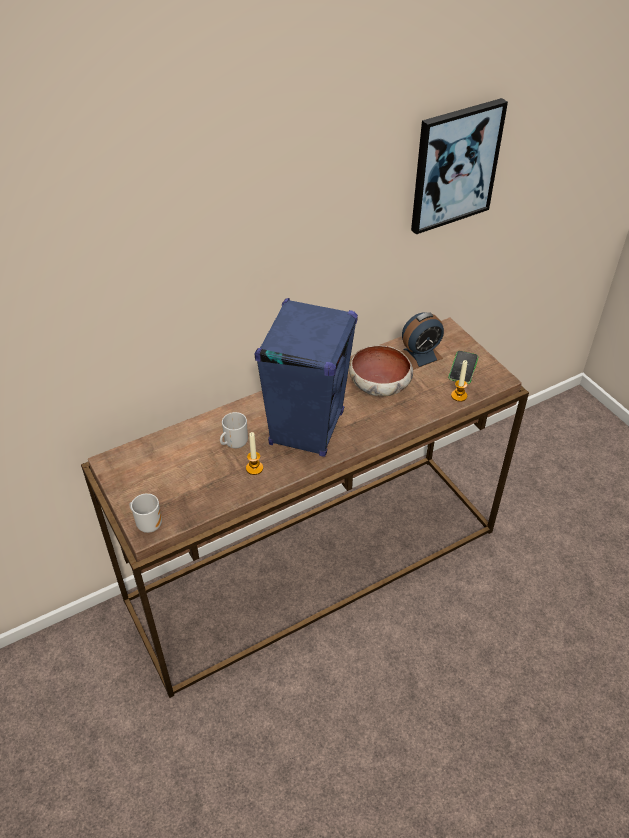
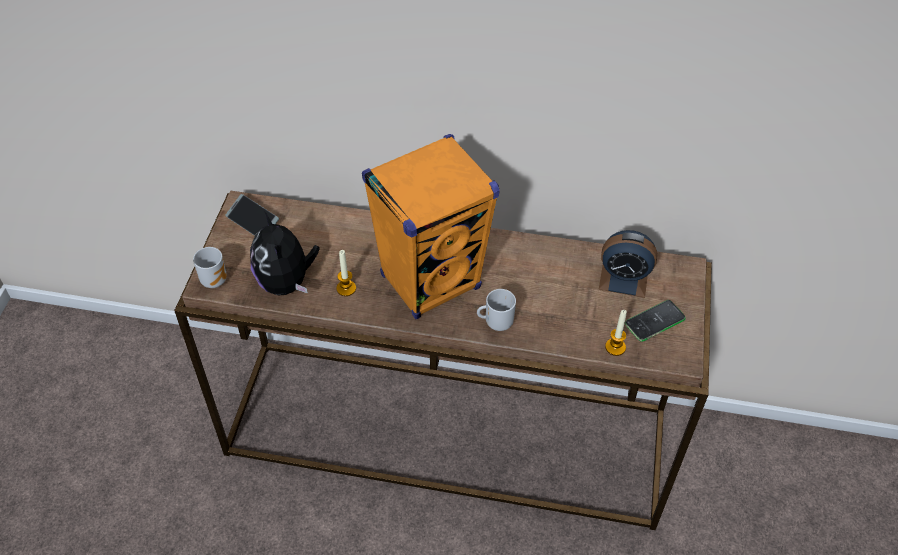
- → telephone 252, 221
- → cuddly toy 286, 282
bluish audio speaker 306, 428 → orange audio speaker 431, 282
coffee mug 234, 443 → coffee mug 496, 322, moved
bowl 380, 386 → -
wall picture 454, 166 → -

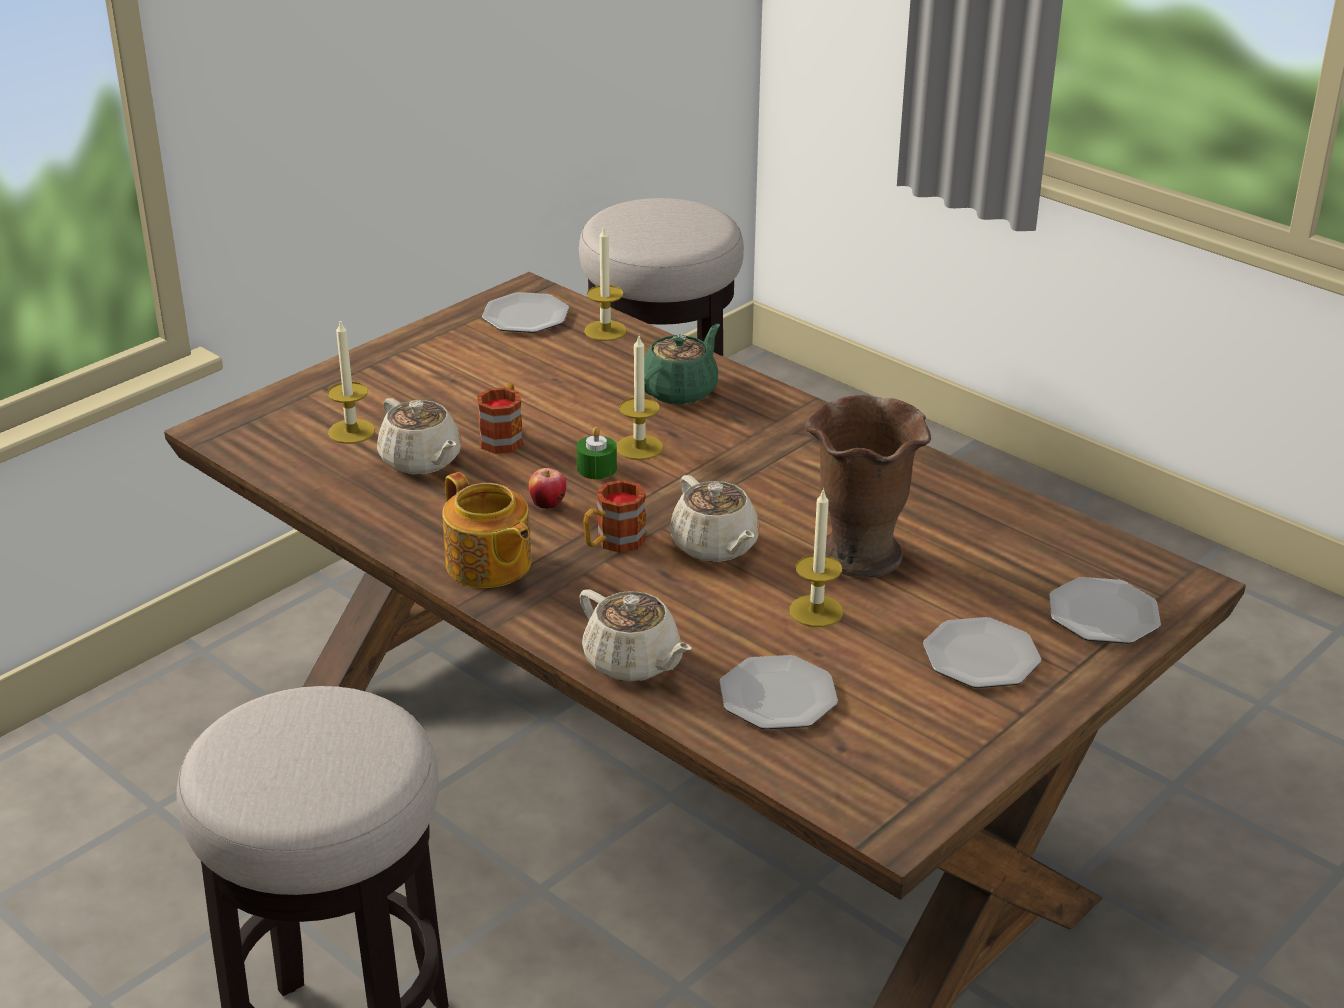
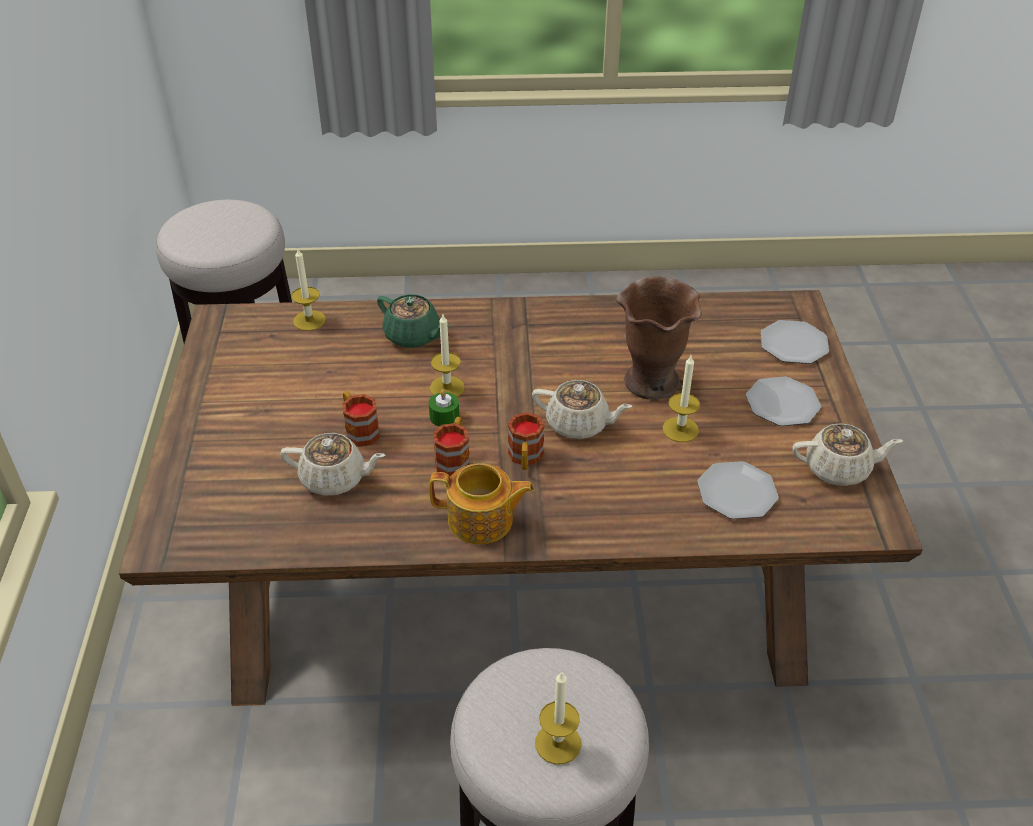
green-coloured teapot 680, 390 → green-coloured teapot 413, 336, 135 degrees clockwise
apple 548, 505 → coffee mug 454, 458
wax light 351, 431 → wax light 558, 743, moved
beige-coloured teapot 633, 662 → beige-coloured teapot 839, 469, moved
plate 525, 316 → -

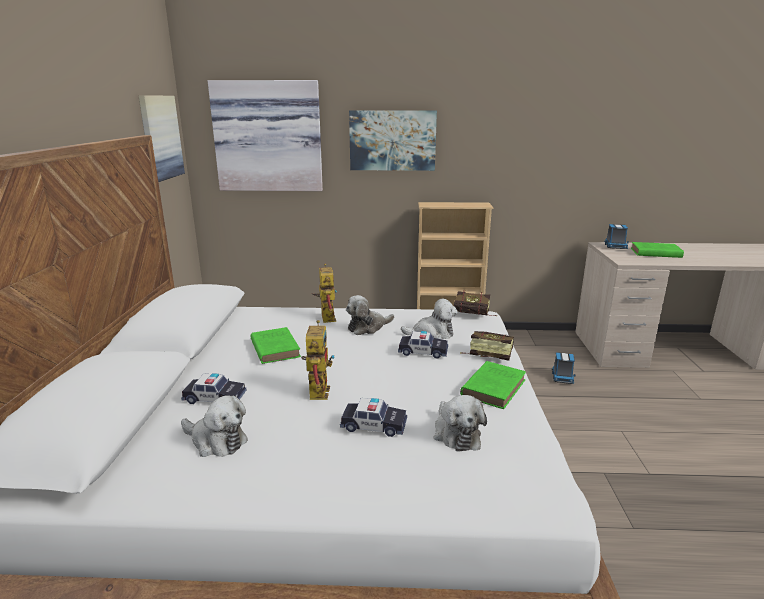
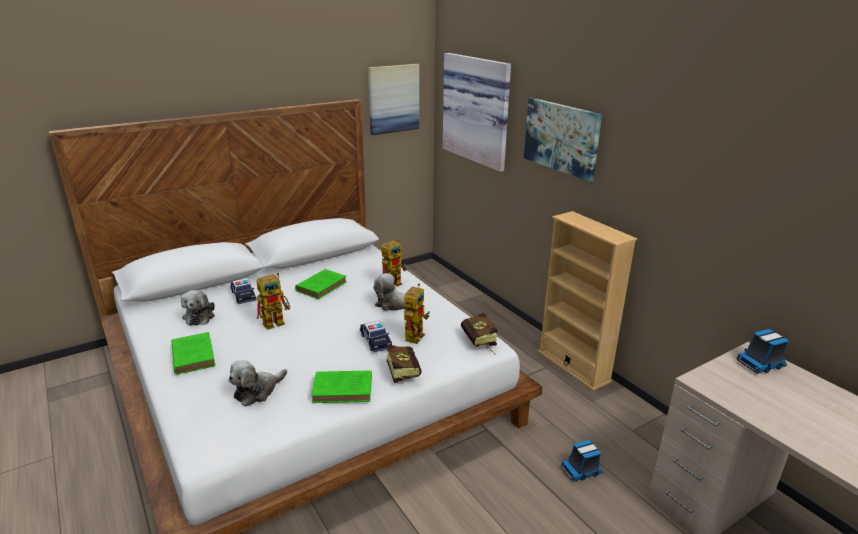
green-coloured volume 654, 253 → green-coloured volume 193, 355, moved
cuddly toy 432, 334 → robot figure 415, 334
miniature car 374, 425 → -

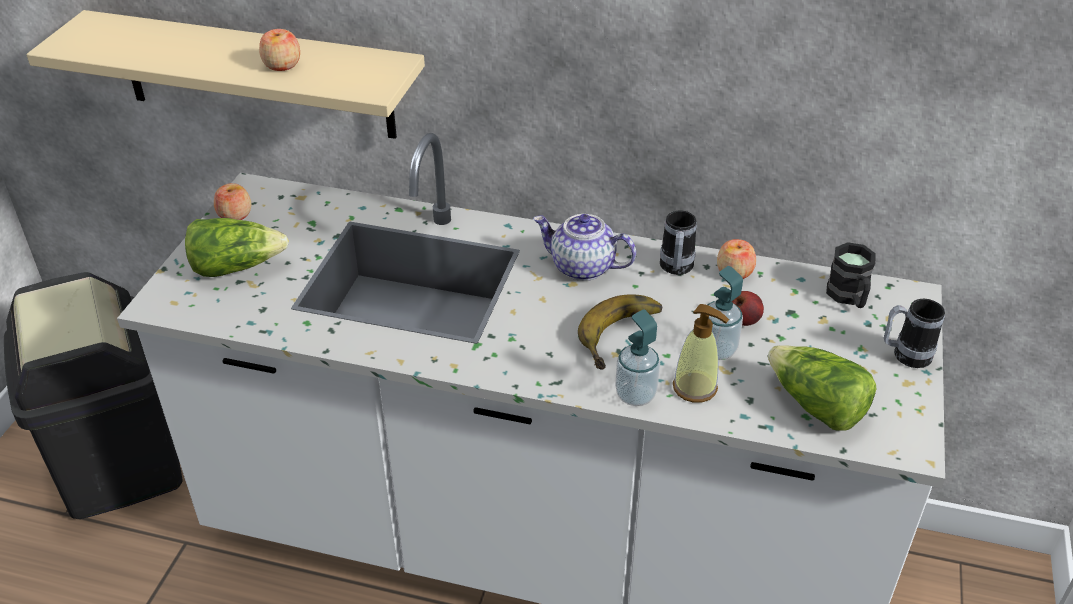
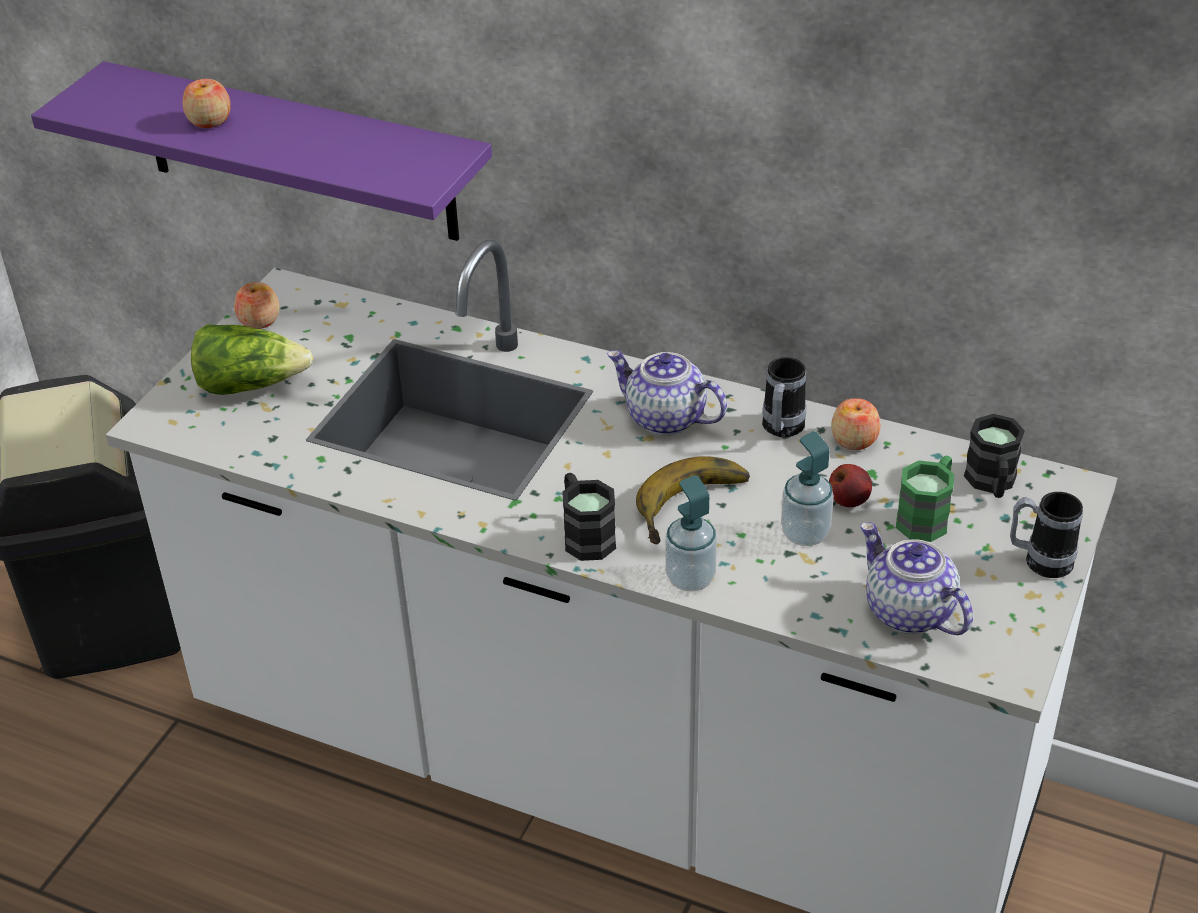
beige-coloured bracket shelf 256, 75 → purplish bracket shelf 297, 152
apple 282, 65 → apple 209, 121, moved
- → black coffee mug 585, 534
head of lettuce 816, 406 → teapot 907, 611
- → green-coloured coffee mug 927, 516
soap bottle 695, 388 → -

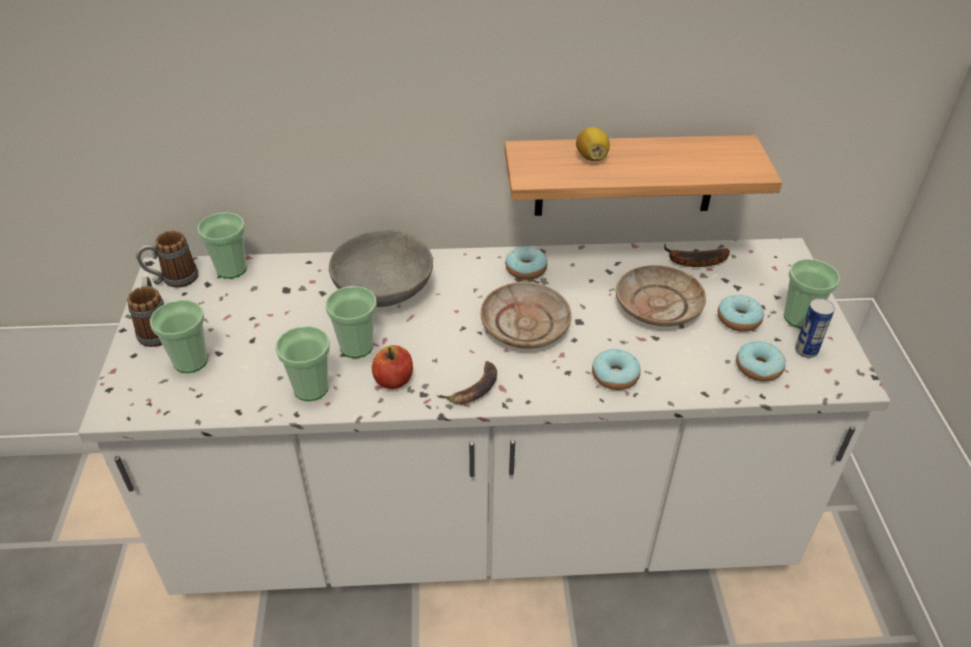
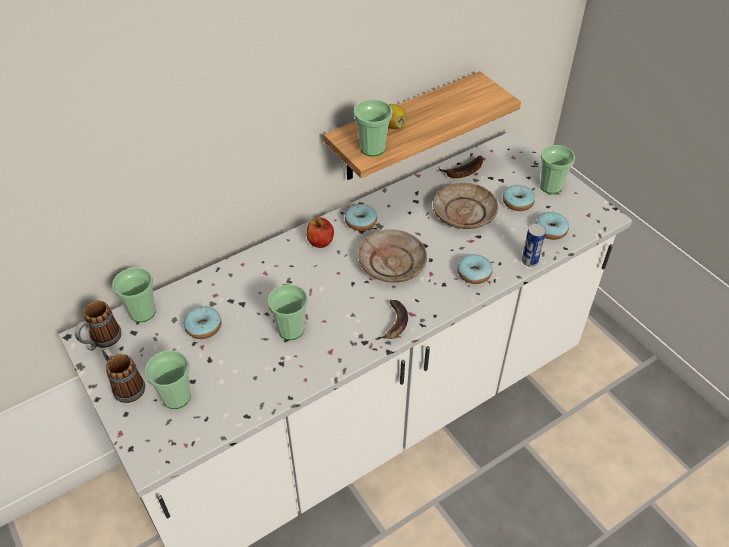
- → ring doughnut 203, 327
apple 394, 380 → apple 320, 242, moved
cup 311, 388 → cup 372, 148, moved
can 806, 350 → can 529, 261, moved
greyish bowl 383, 289 → -

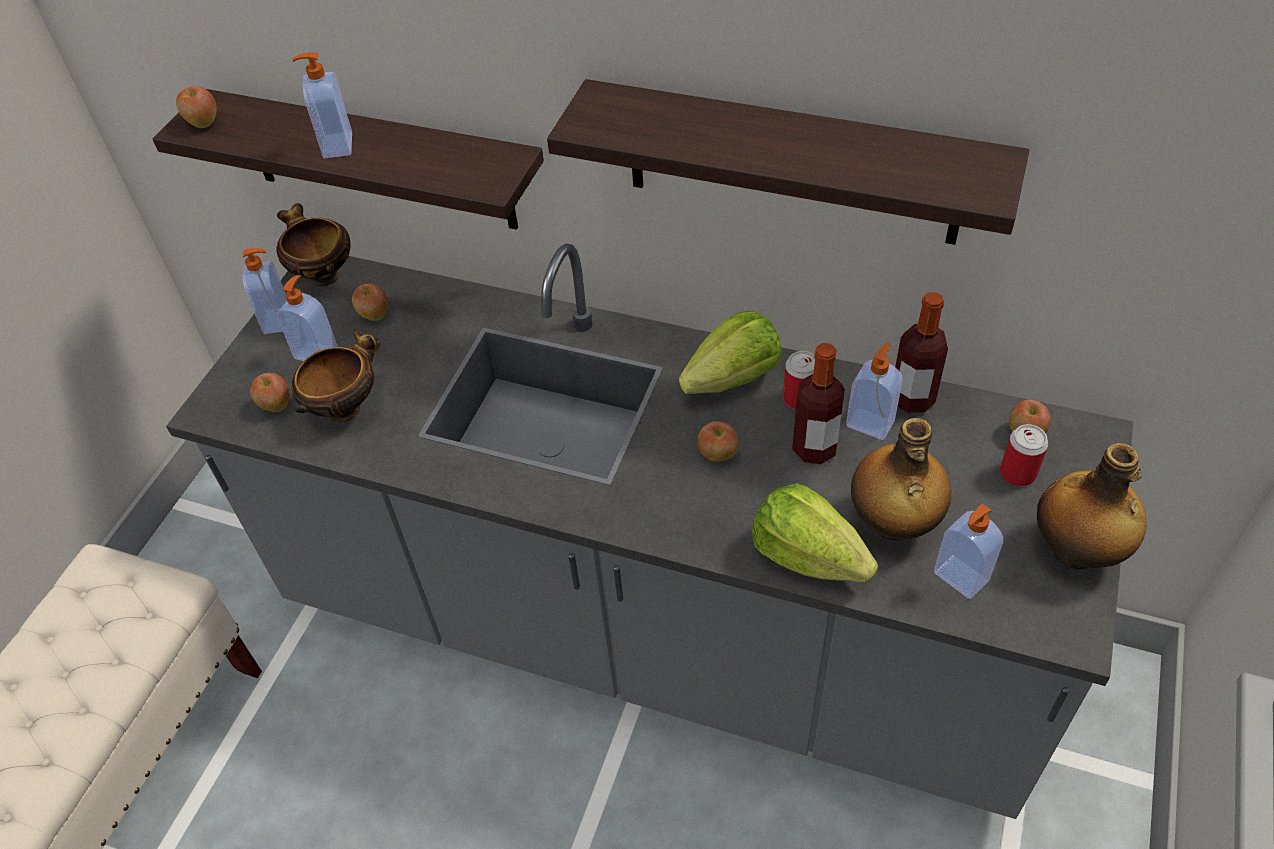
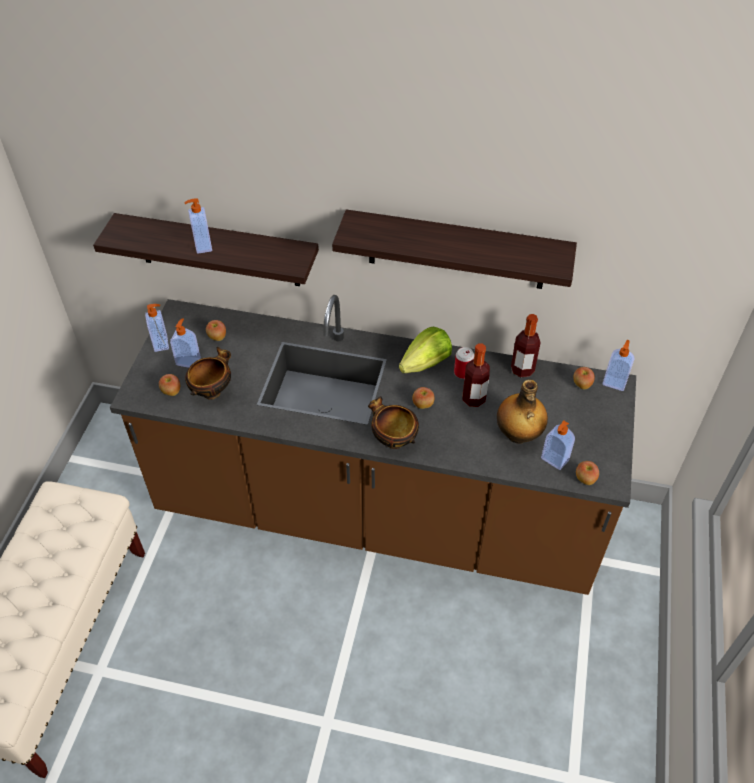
greyish counter 653, 632 → brownish counter 377, 513
bowl 322, 275 → bowl 392, 440, moved
apple 203, 123 → apple 585, 479, moved
soap bottle 870, 423 → soap bottle 614, 382, moved
head of lettuce 807, 556 → -
can 1017, 473 → -
drink bottle 1076, 551 → -

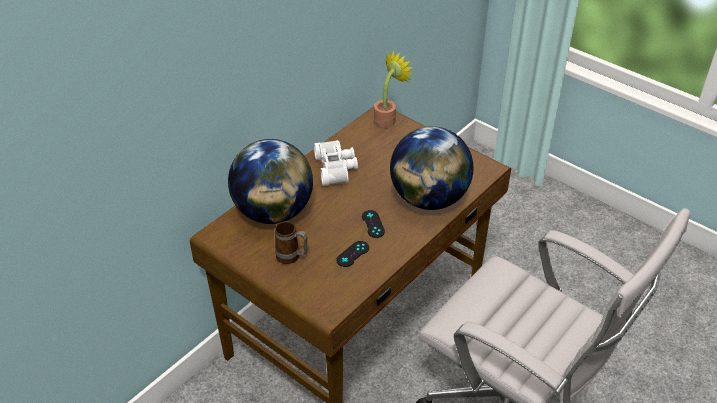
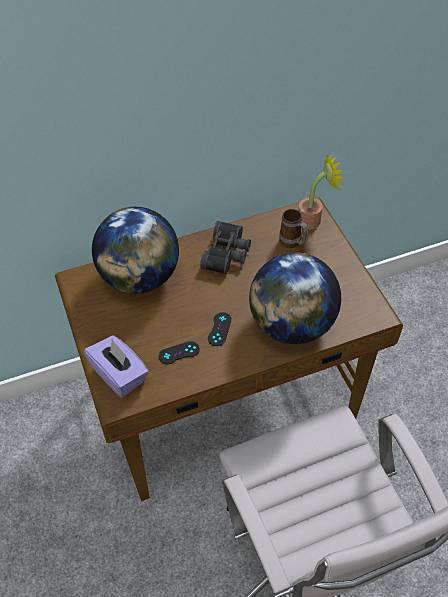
- → purplish tissue holder 119, 375
white pair of binoculars 337, 168 → black pair of binoculars 228, 254
coffee mug 292, 258 → coffee mug 293, 243, moved

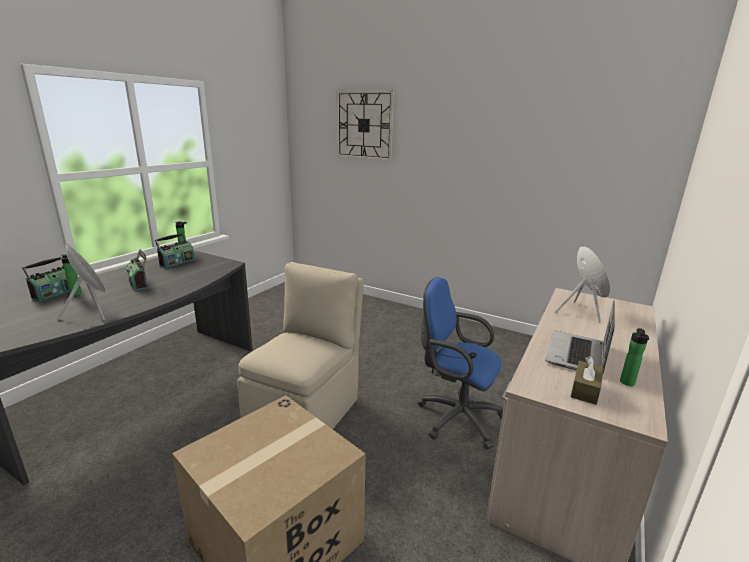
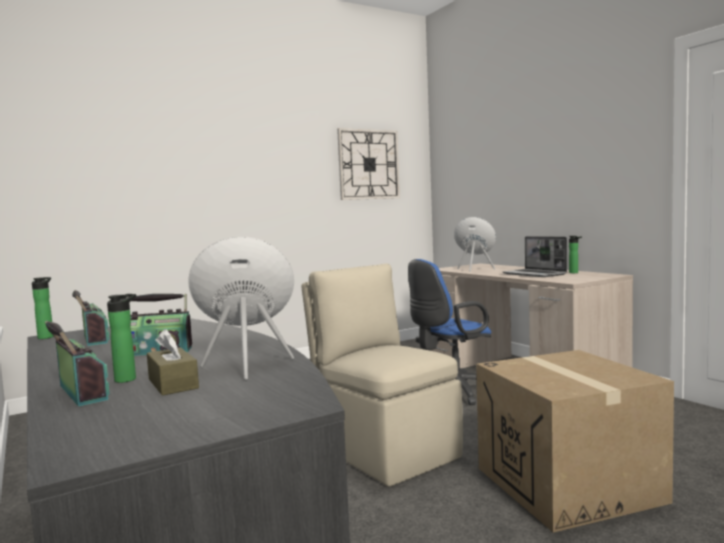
brownish tissue holder 585, 389 → brownish tissue holder 173, 384, moved
hanging clock 364, 125 → hanging clock 368, 164, moved

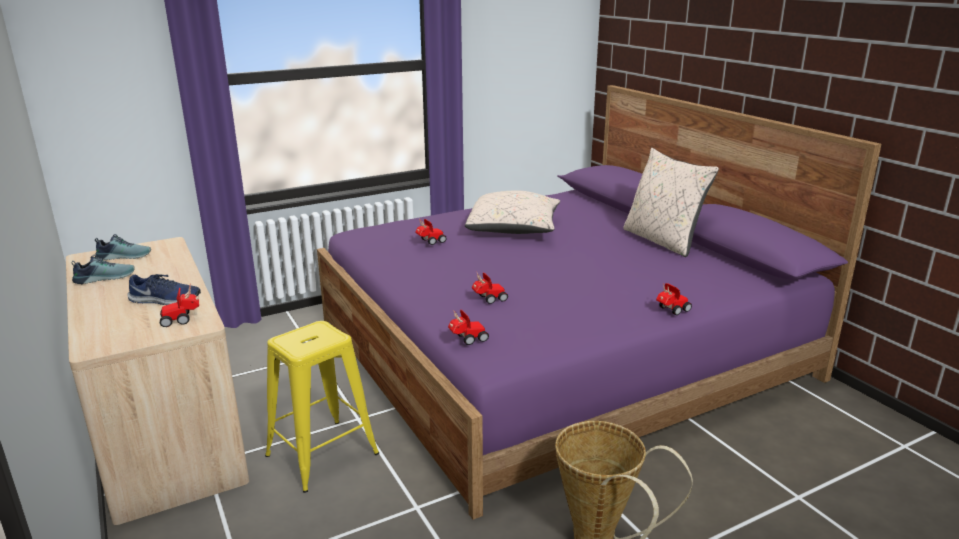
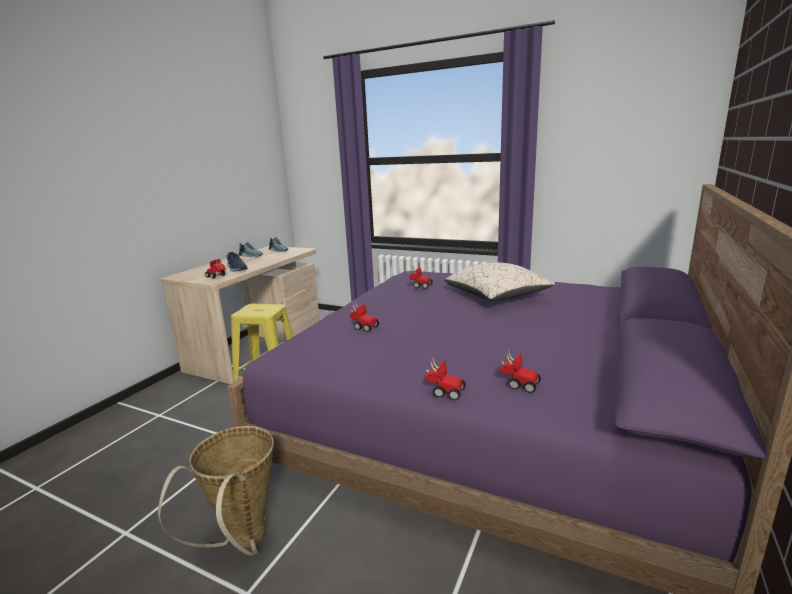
miniature car 467, 339 → miniature car 518, 384, moved
beige-coloured pillow 662, 241 → -

